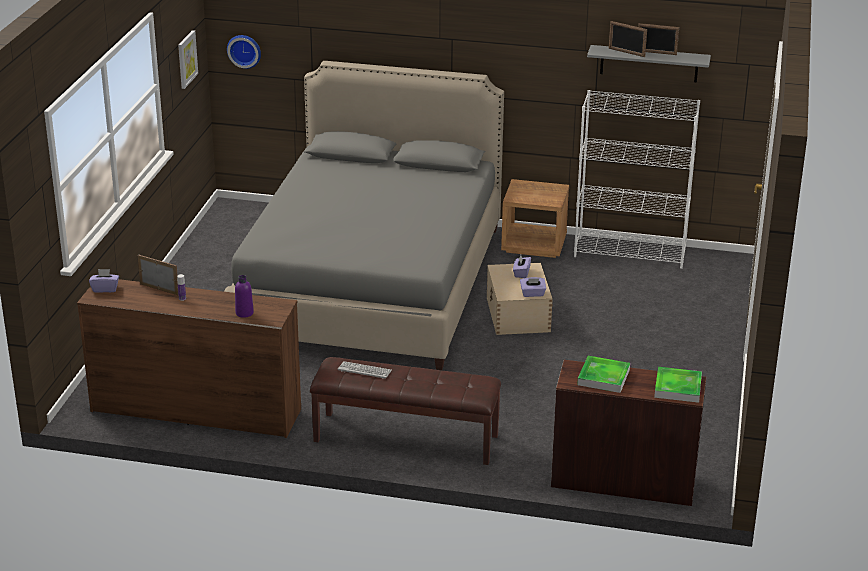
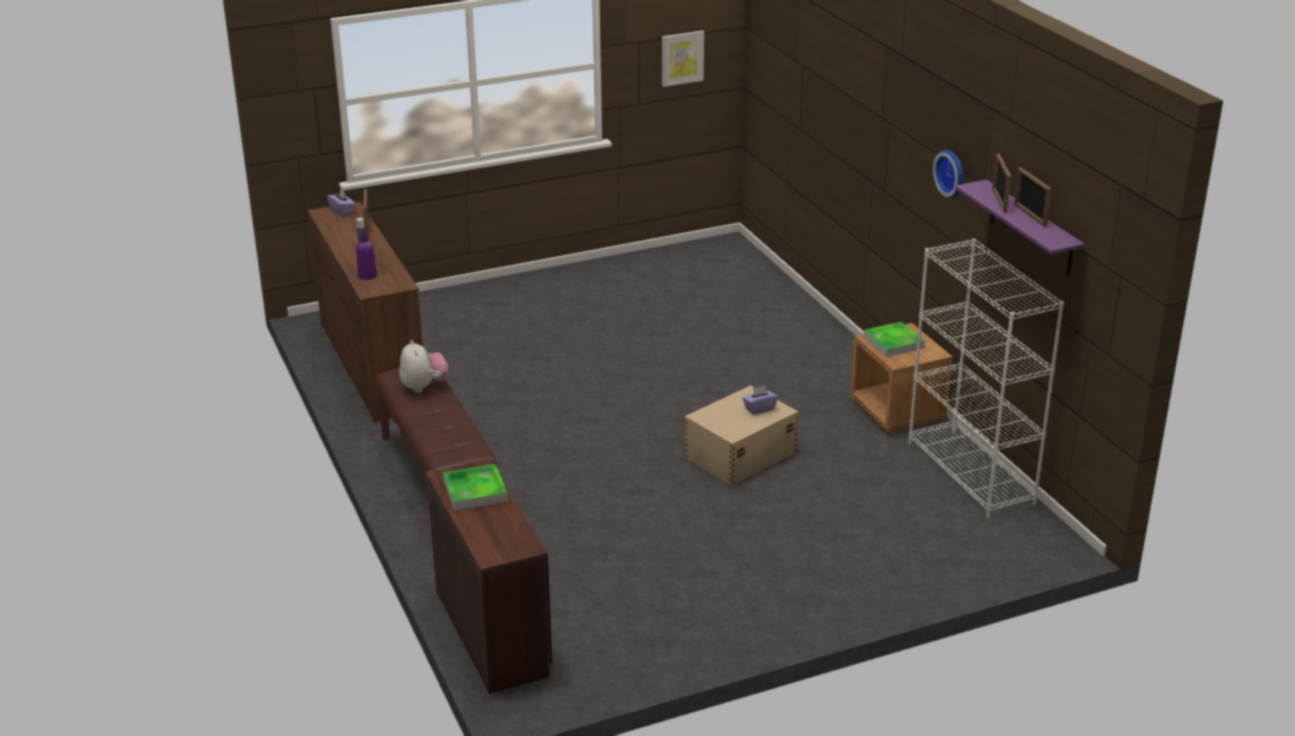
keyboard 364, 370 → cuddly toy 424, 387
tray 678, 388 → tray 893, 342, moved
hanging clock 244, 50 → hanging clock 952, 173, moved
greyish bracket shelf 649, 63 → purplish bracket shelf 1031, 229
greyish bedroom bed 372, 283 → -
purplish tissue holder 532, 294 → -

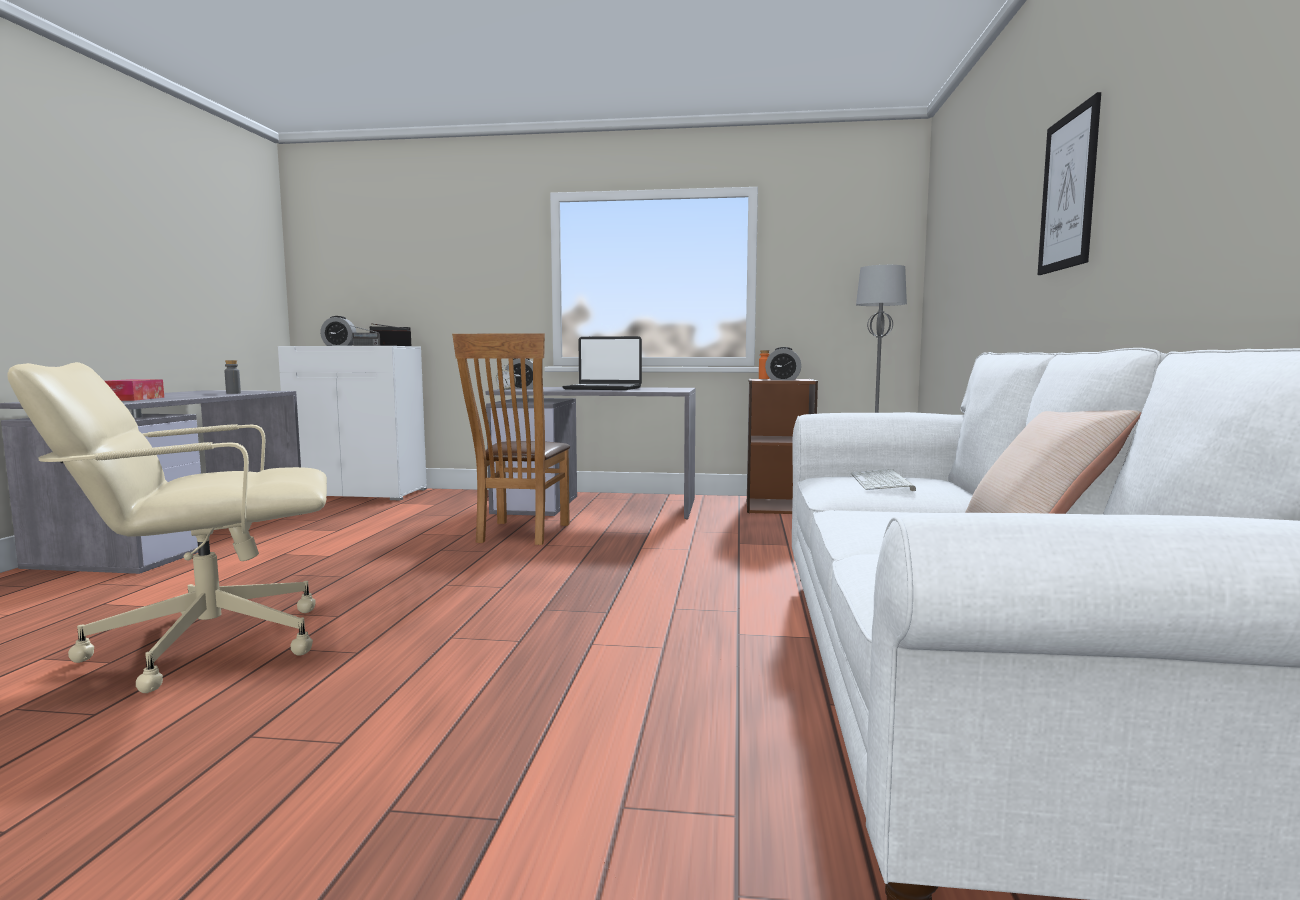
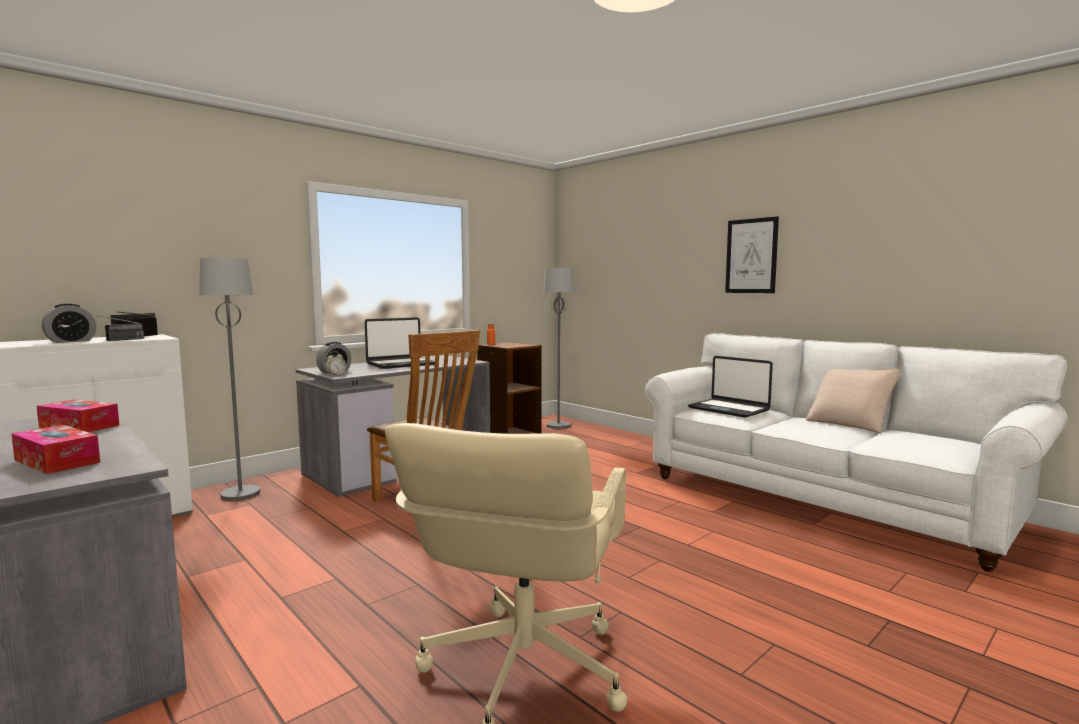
greyish drink bottle 233, 393 → tissue holder 79, 426
- → greyish standard lamp 241, 494
keyboard 883, 482 → laptop 729, 409
bedside clock 783, 379 → -

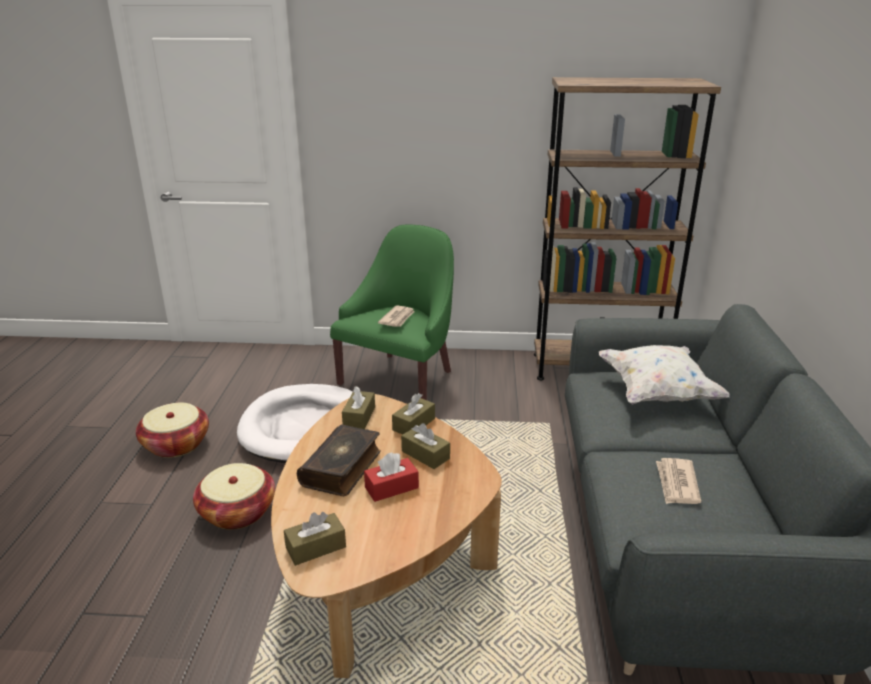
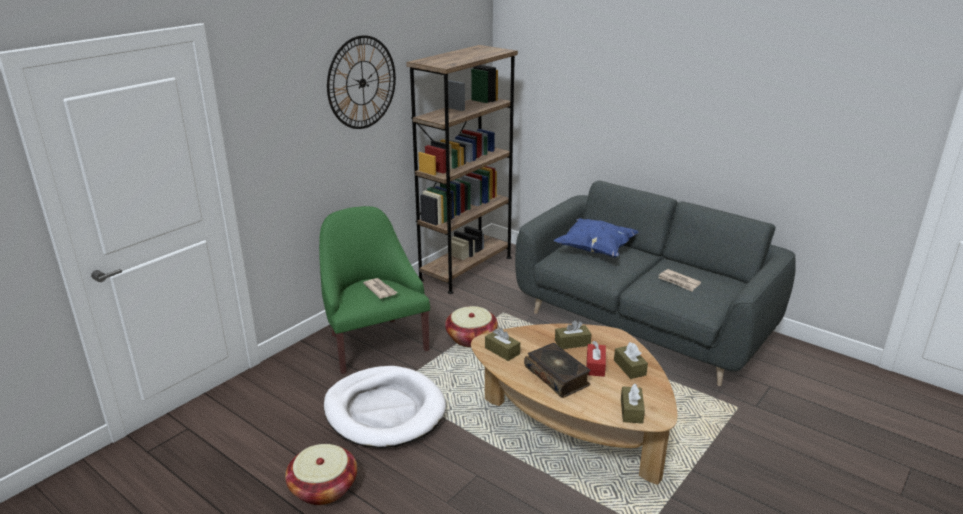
- → hanging clock 362, 83
storage basket 237, 512 → storage basket 471, 338, moved
white pillow 656, 393 → bluish pillow 595, 250
brownish tissue holder 413, 424 → brownish tissue holder 629, 367, moved

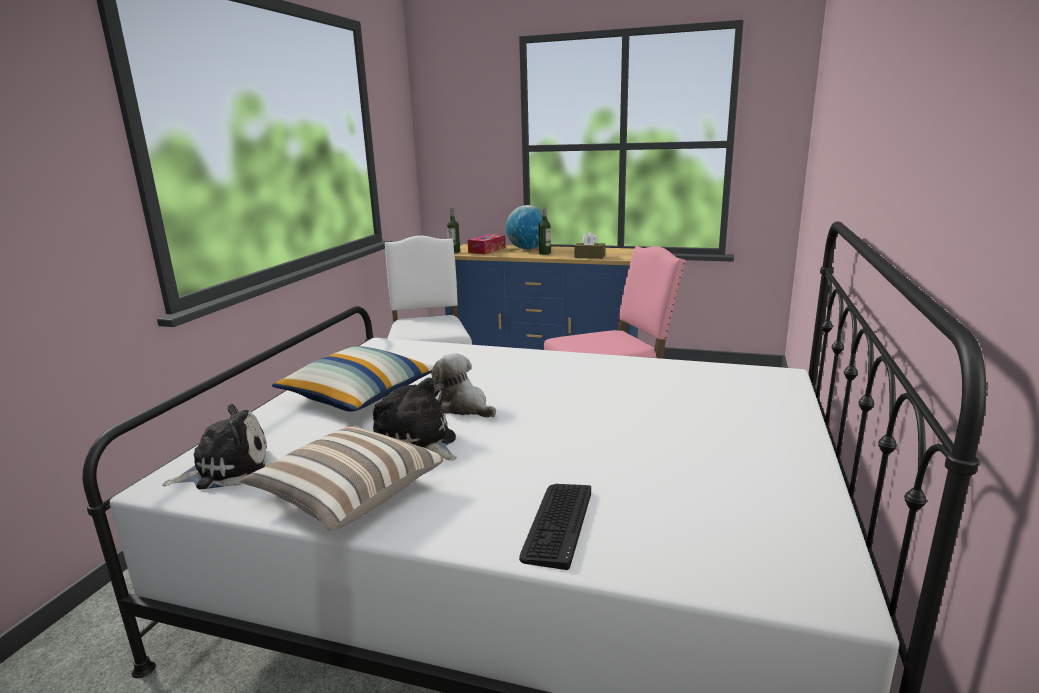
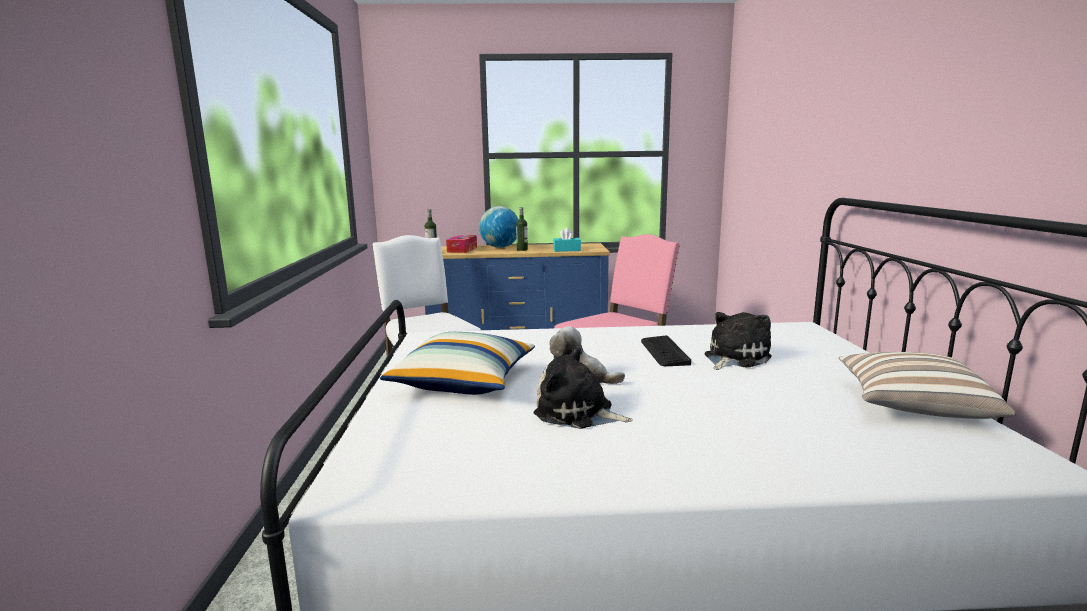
brownish tissue holder 589, 256 → turquoise tissue holder 567, 250
keyboard 557, 524 → keyboard 664, 352, moved
cuddly toy 227, 469 → cuddly toy 734, 358, moved
pillow 347, 496 → pillow 912, 406, moved

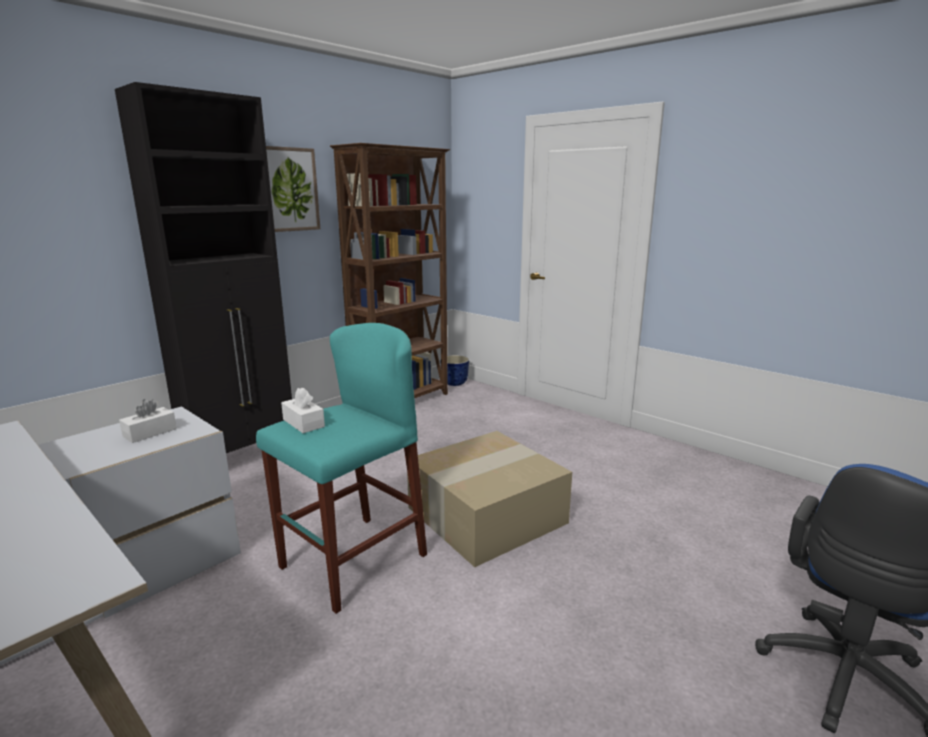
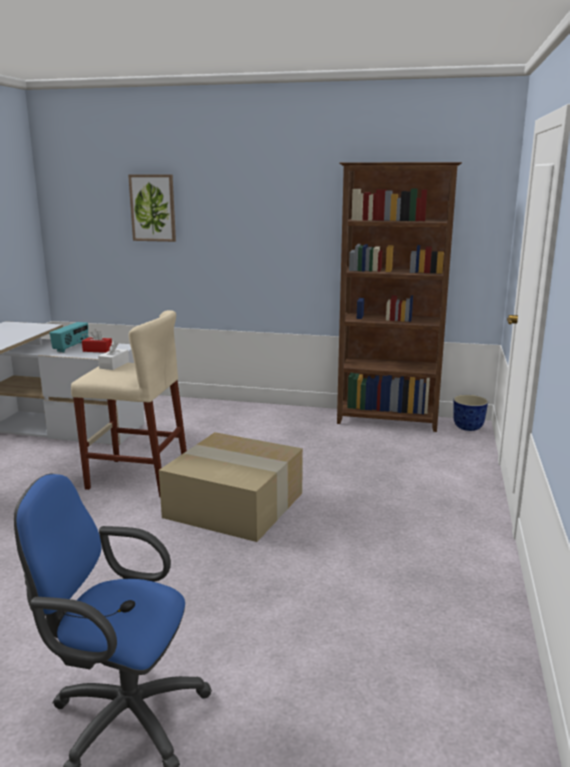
- → radio set 71, 347
turquoise stool 353, 561 → beige-coloured stool 138, 477
white tissue holder 150, 432 → red-coloured tissue holder 97, 350
wall picture 290, 189 → wall picture 153, 208, moved
black cabinet 243, 458 → -

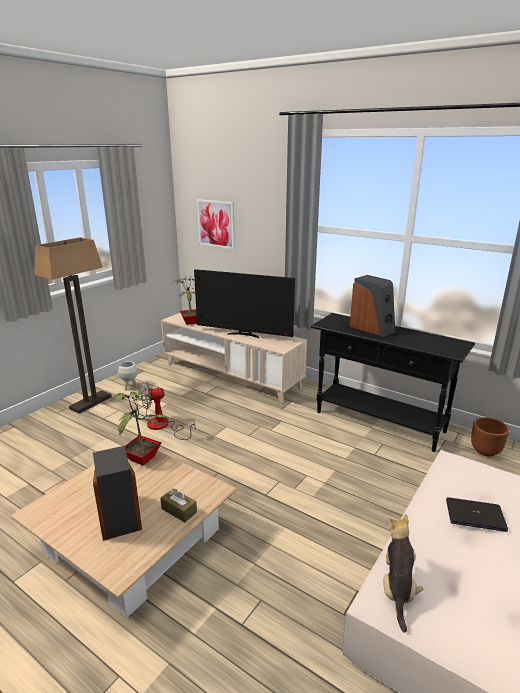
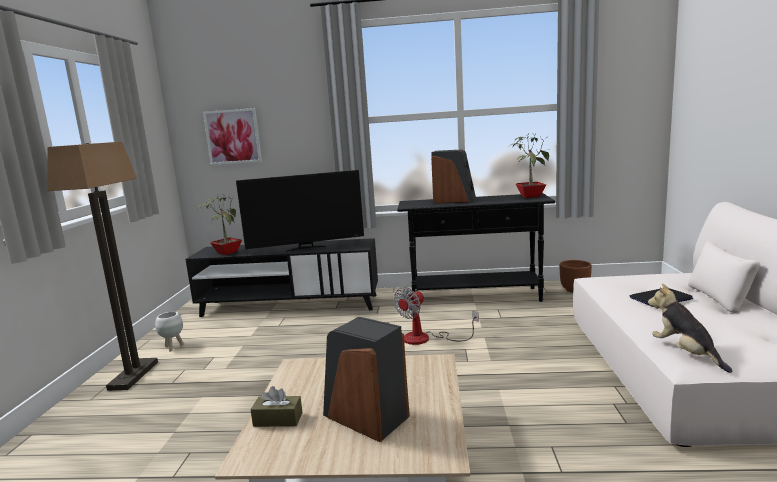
beige-coloured tv stand 231, 375 → black tv stand 290, 305
brownish tissue holder 179, 510 → brownish tissue holder 278, 419, moved
fan 163, 426 → fan 426, 338, moved
plant in a pot 143, 458 → plant in a pot 530, 196, moved

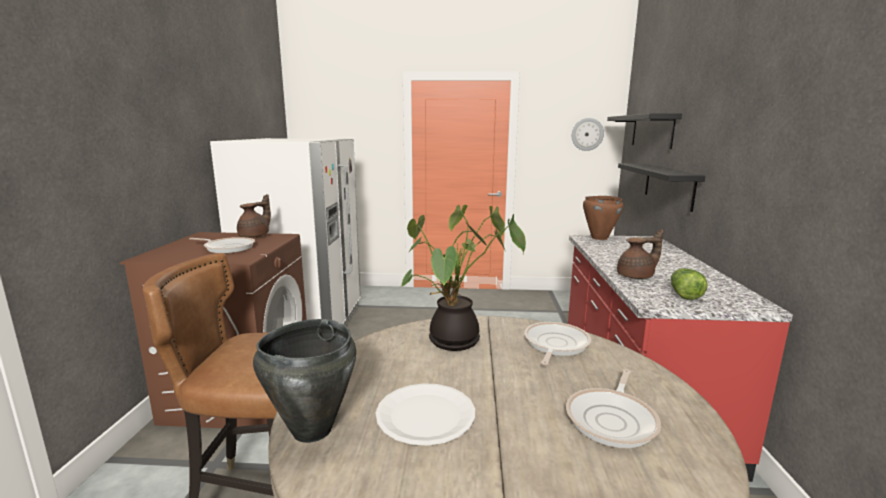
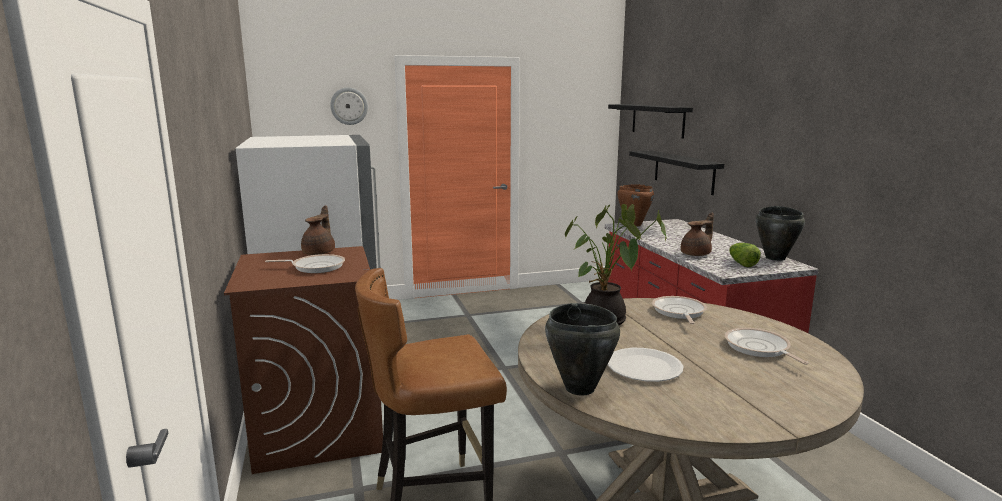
hanging clock 587, 134 → hanging clock 349, 106, moved
frying pan 613, 419 → frying pan 759, 348, 150 degrees clockwise
- → black stockpot 775, 258

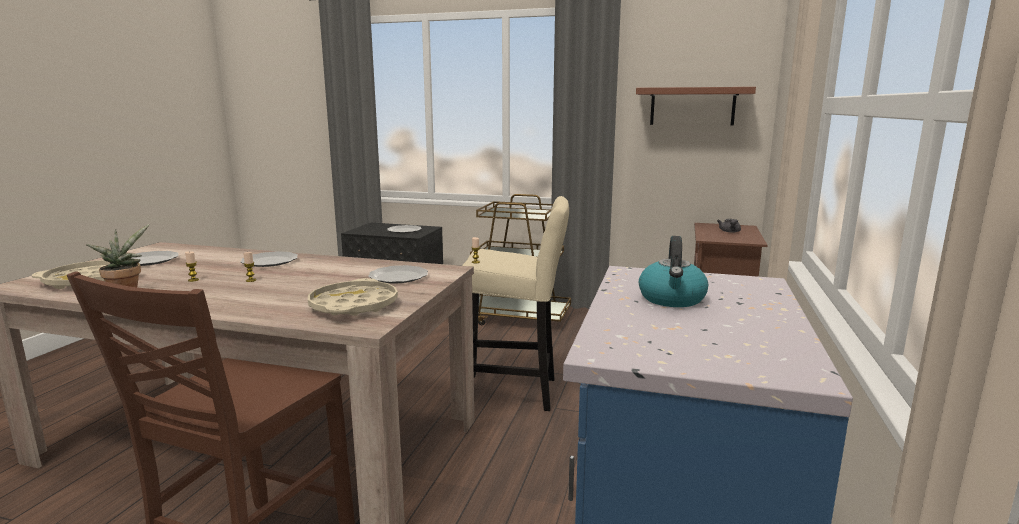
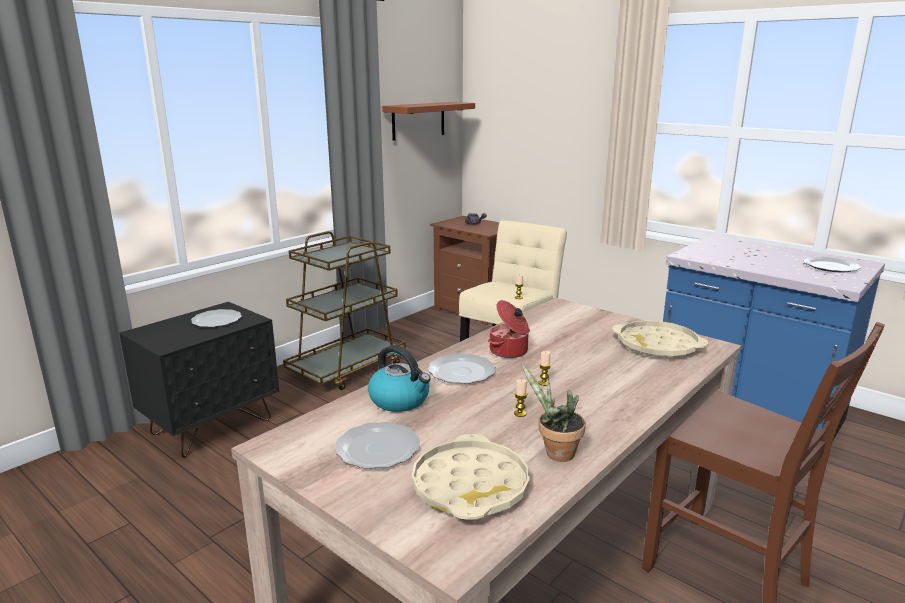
tea kettle 672, 299 → tea kettle 400, 400, moved
- → stockpot 509, 351
plate 397, 277 → plate 831, 267, moved

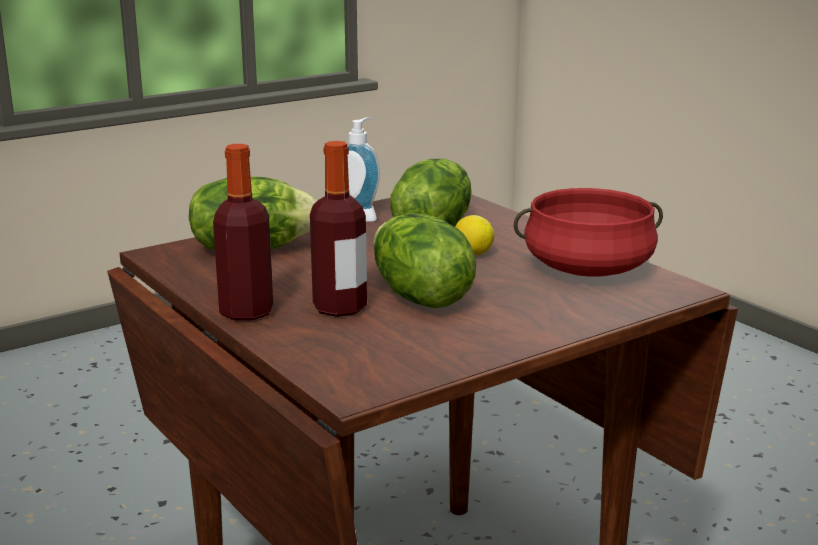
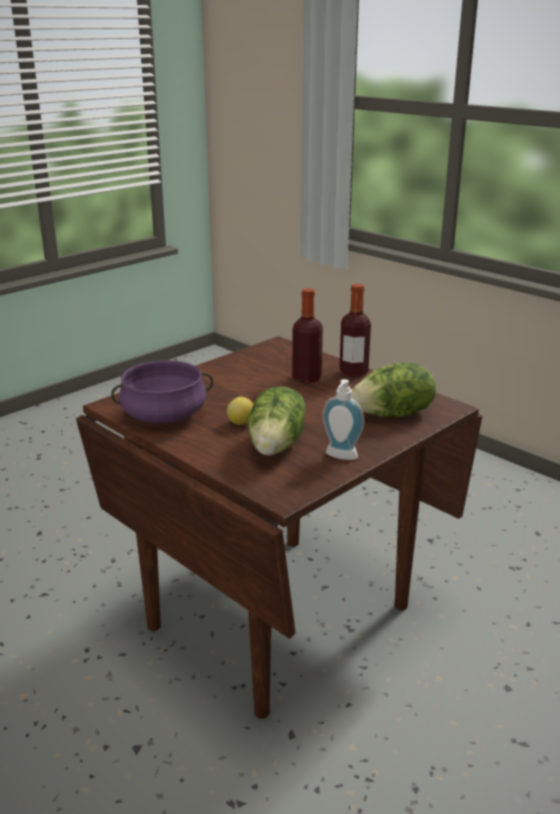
red-coloured stockpot 588, 268 → purplish stockpot 164, 416
head of lettuce 418, 297 → -

